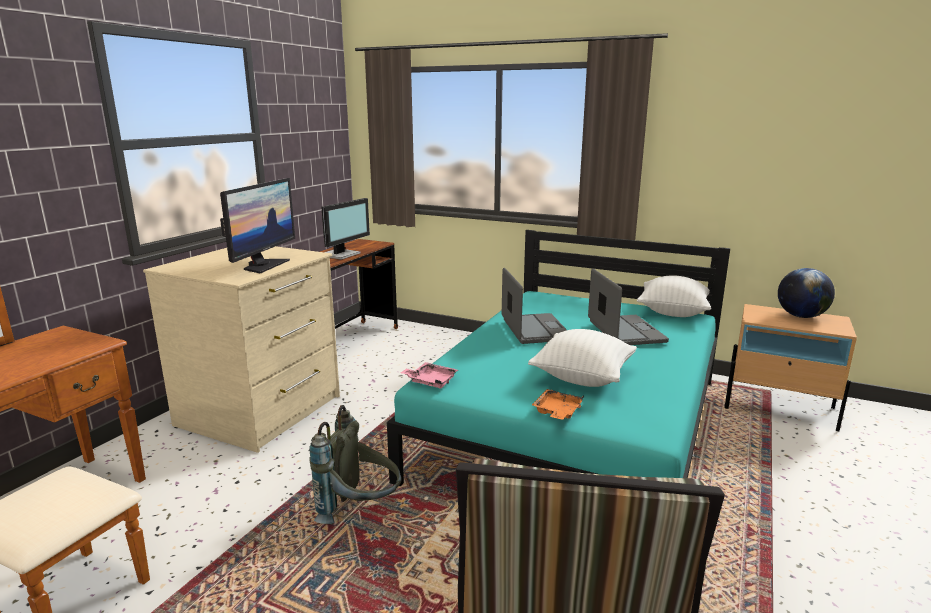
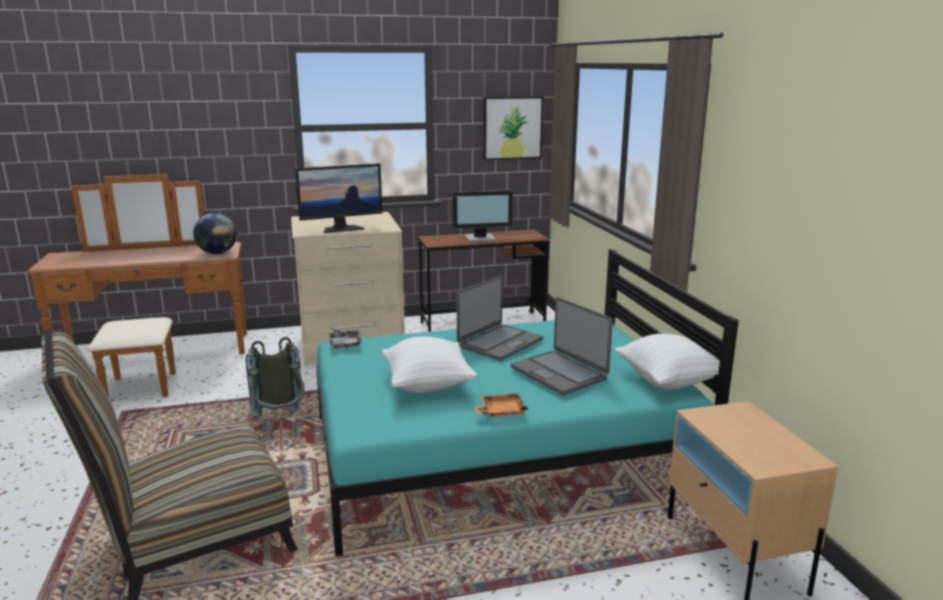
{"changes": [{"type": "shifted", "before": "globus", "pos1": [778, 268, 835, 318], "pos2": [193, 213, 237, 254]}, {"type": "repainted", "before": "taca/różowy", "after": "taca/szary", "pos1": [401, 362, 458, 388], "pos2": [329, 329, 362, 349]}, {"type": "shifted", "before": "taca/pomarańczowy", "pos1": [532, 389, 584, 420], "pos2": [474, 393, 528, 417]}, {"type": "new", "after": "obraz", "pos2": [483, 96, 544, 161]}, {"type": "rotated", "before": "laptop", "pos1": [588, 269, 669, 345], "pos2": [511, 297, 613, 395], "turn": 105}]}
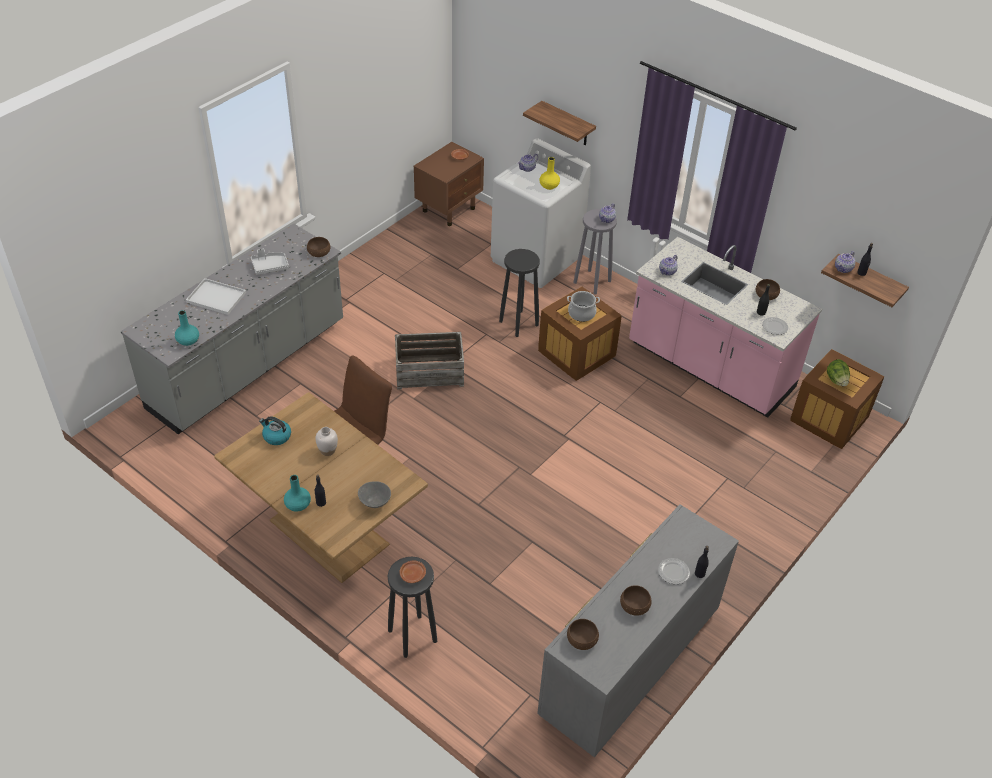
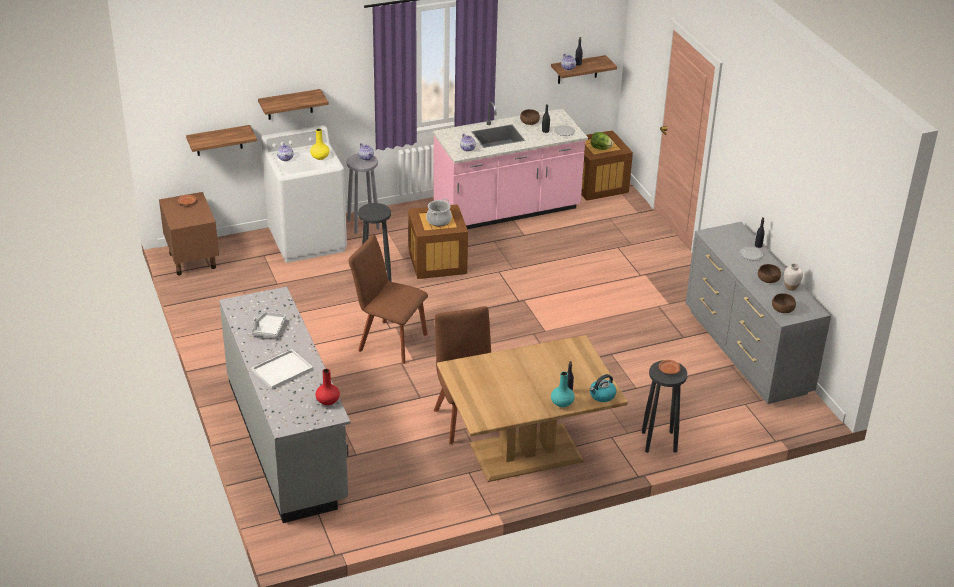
{"changes": [{"type": "new", "after": "półka", "pos2": [186, 125, 257, 156]}, {"type": "repainted", "before": "wazon/turkusowy", "after": "wazon/czerwony", "pos1": [175, 310, 199, 346], "pos2": [315, 369, 340, 405]}, {"type": "swapped", "before": "skrzynka", "after": "krzesło/brązowy", "pos1": [395, 332, 464, 389], "pos2": [348, 235, 428, 364]}, {"type": "shifted", "before": "czajnik", "pos1": [259, 417, 291, 445], "pos2": [590, 374, 616, 402]}, {"type": "shifted", "before": "wazon/biały", "pos1": [315, 427, 338, 456], "pos2": [784, 263, 803, 291]}, {"type": "gone", "before": "miska/brązowy", "pos1": [307, 237, 330, 257]}, {"type": "gone", "before": "miska/szary", "pos1": [358, 481, 391, 508]}]}
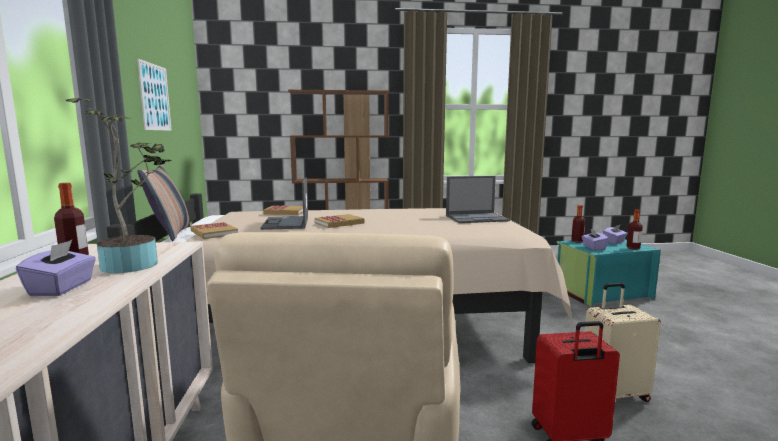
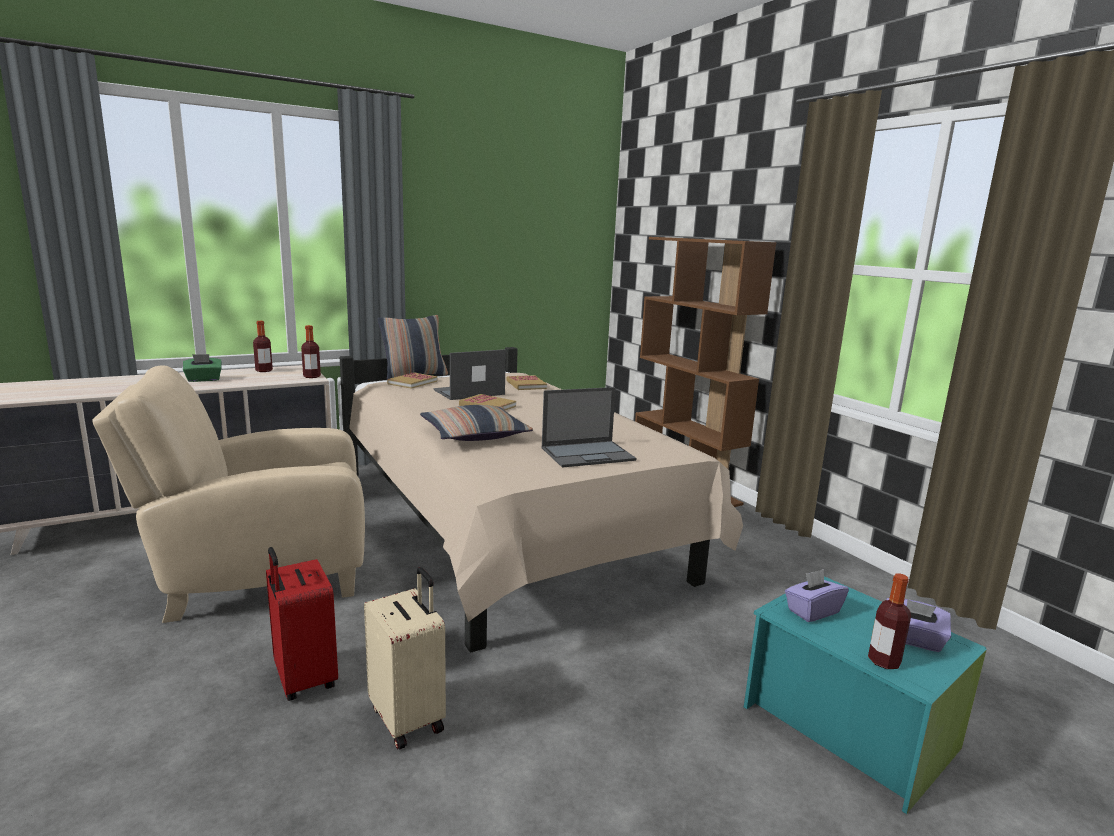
{"changes": [{"type": "repainted", "before": "pudełko chusteczek/fioletowy", "after": "pudełko chusteczek/zielony", "pos1": [16, 240, 96, 296], "pos2": [183, 354, 222, 382]}, {"type": "shifted", "before": "butelka", "pos1": [571, 205, 585, 243], "pos2": [301, 325, 321, 378]}, {"type": "new", "after": "poduszka", "pos2": [420, 405, 533, 441]}, {"type": "rotated", "before": "laptop", "pos1": [446, 176, 510, 223], "pos2": [542, 387, 636, 468], "turn": -75}, {"type": "gone", "before": "roślina doniczkowa", "pos1": [65, 97, 172, 273]}, {"type": "gone", "before": "obraz", "pos1": [137, 59, 172, 131]}]}
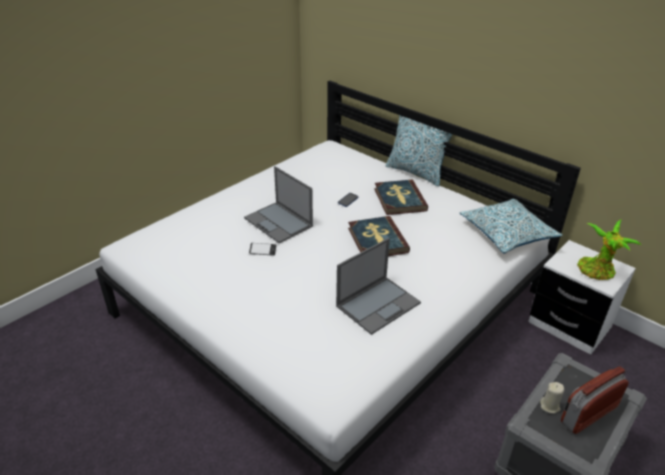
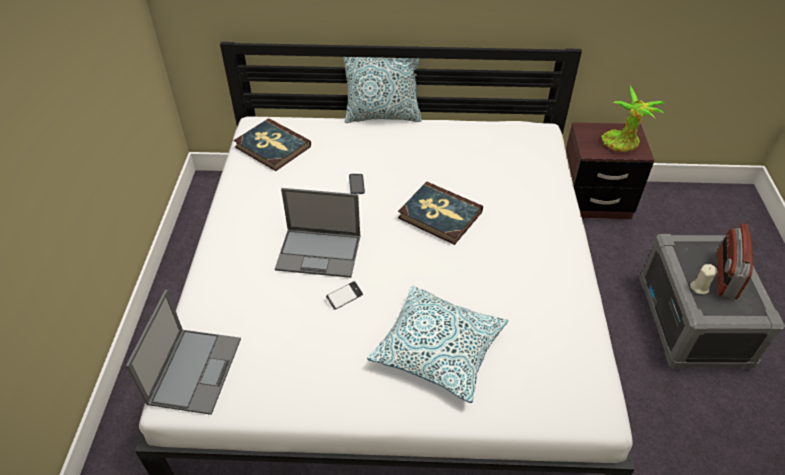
{"changes": [{"type": "shifted", "before": "laptop", "pos1": [336, 238, 421, 335], "pos2": [126, 290, 241, 415]}, {"type": "shifted", "before": "książka", "pos1": [374, 180, 428, 215], "pos2": [234, 118, 311, 171]}, {"type": "shifted", "before": "poduszka", "pos1": [460, 199, 563, 254], "pos2": [367, 286, 508, 403]}, {"type": "repainted", "before": "szafka nocna/biały", "after": "szafka nocna/brązowy", "pos1": [528, 240, 636, 355], "pos2": [566, 123, 654, 219]}]}
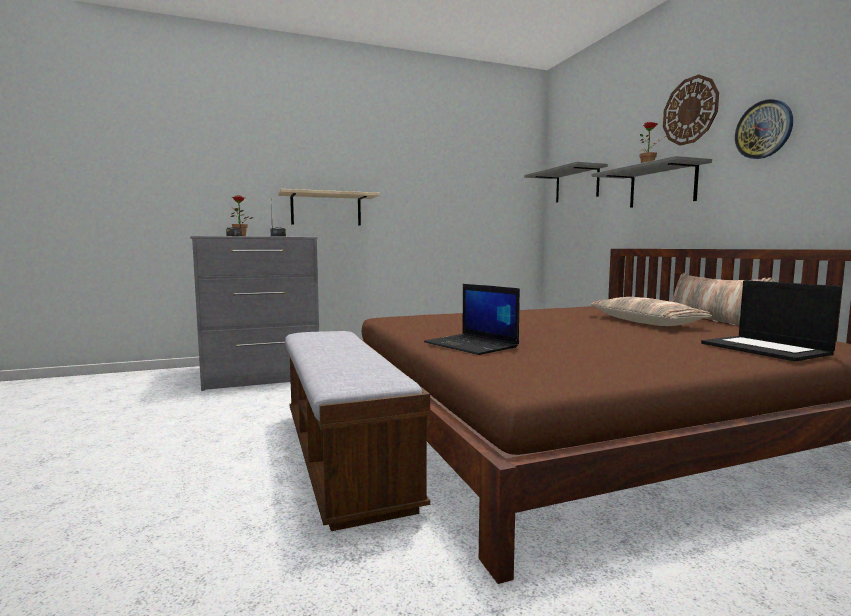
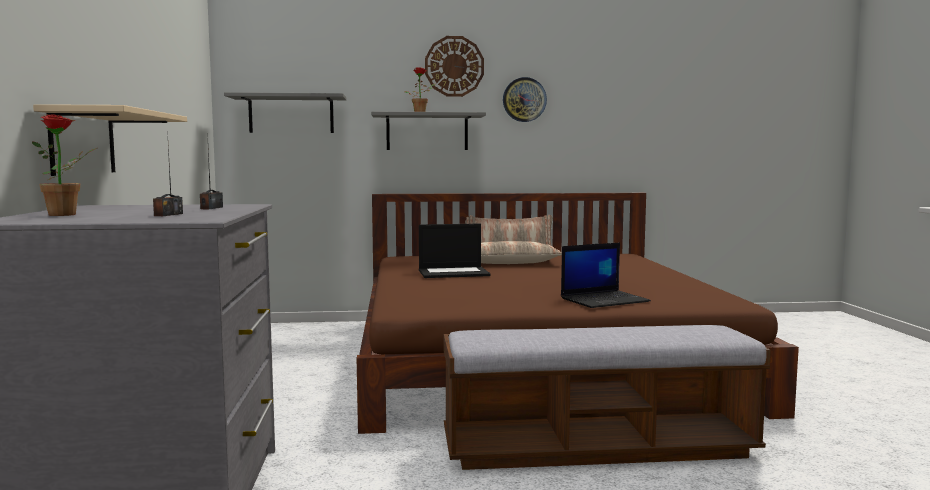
{"changes": [{"type": "shifted", "before": "laptop", "pos1": [701, 280, 841, 361], "pos2": [419, 224, 491, 278]}]}
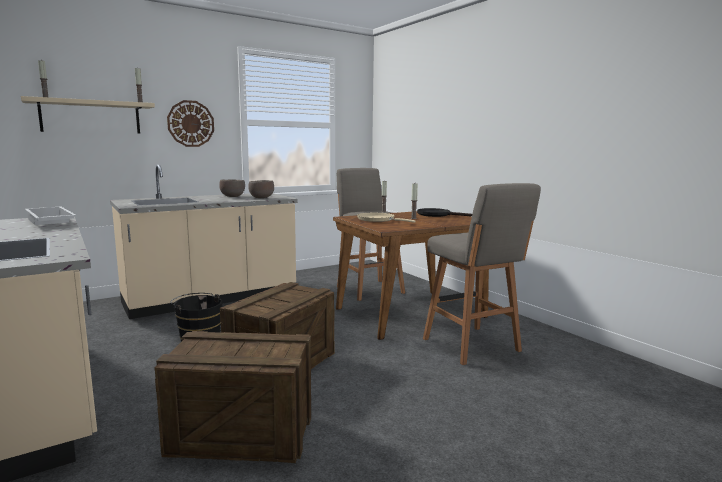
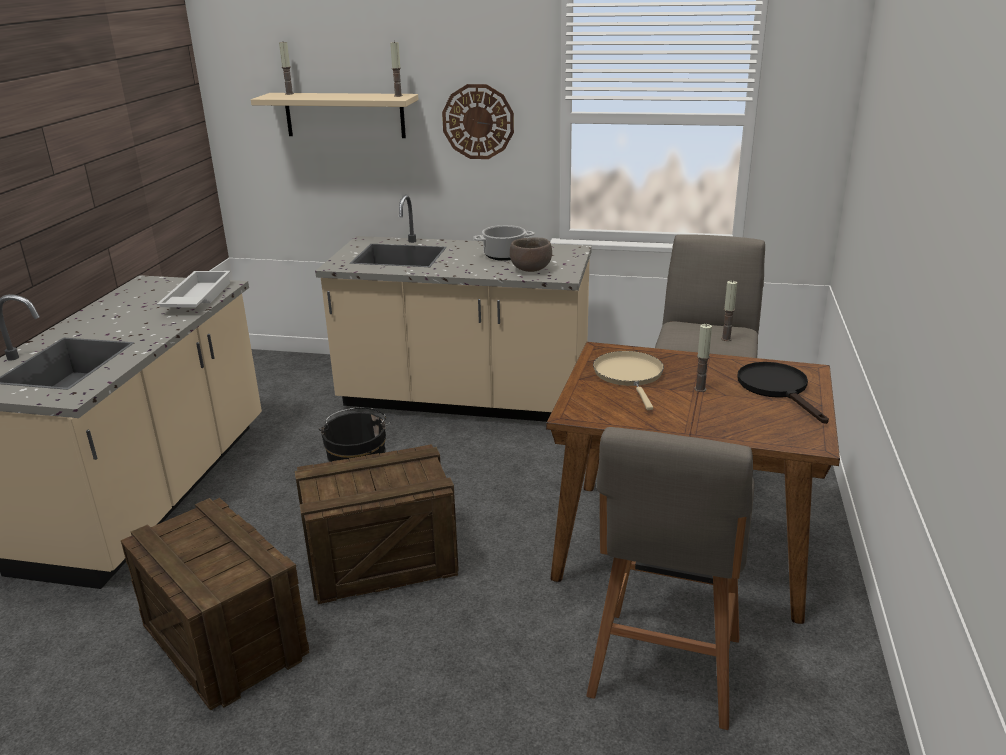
{"changes": [{"type": "swapped", "before": "miska/brązowy", "after": "garnek", "pos1": [219, 179, 245, 197], "pos2": [473, 225, 534, 261]}]}
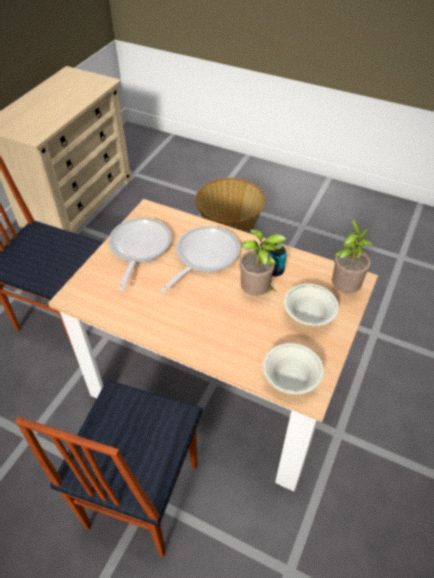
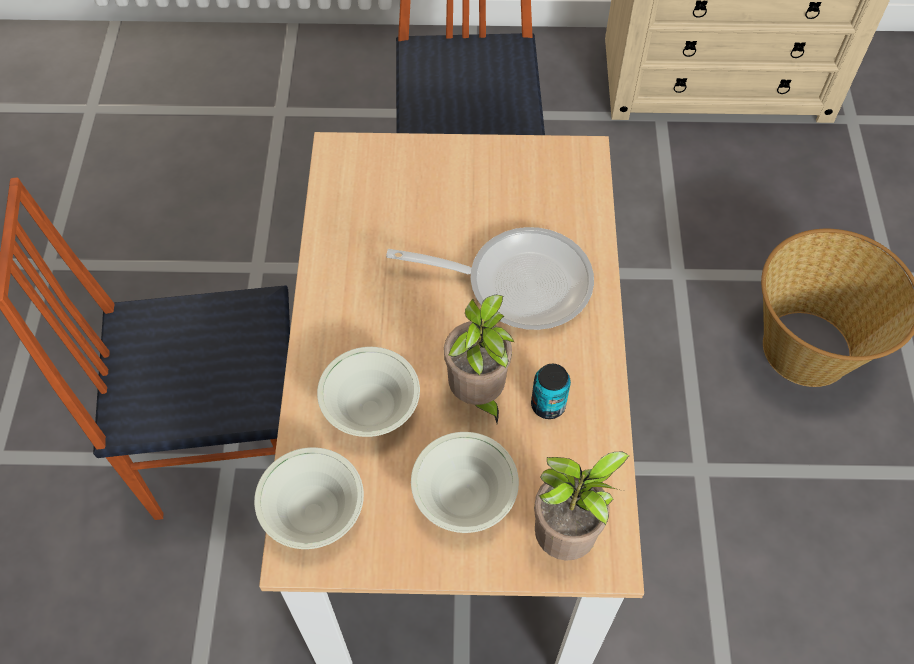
{"changes": [{"type": "new", "after": "miska/biały", "pos2": [317, 347, 420, 437]}, {"type": "gone", "before": "patelnia", "pos1": [109, 218, 172, 291]}]}
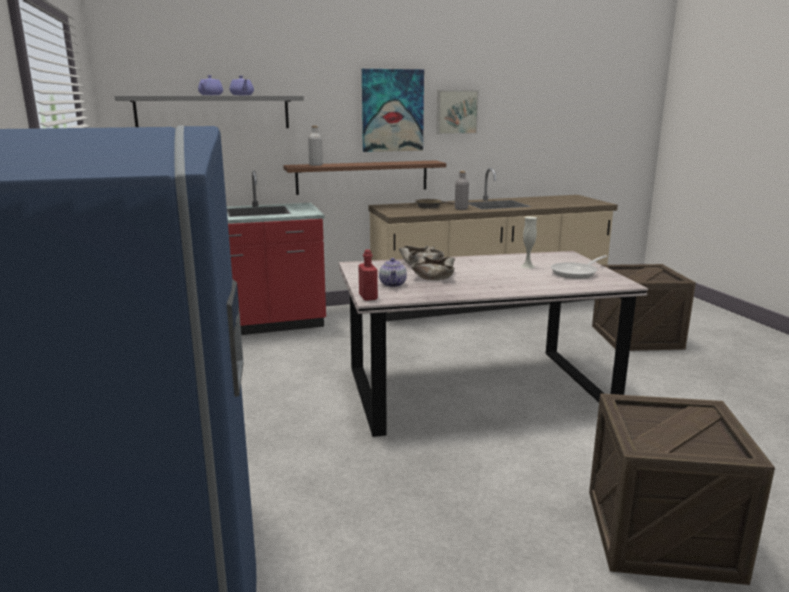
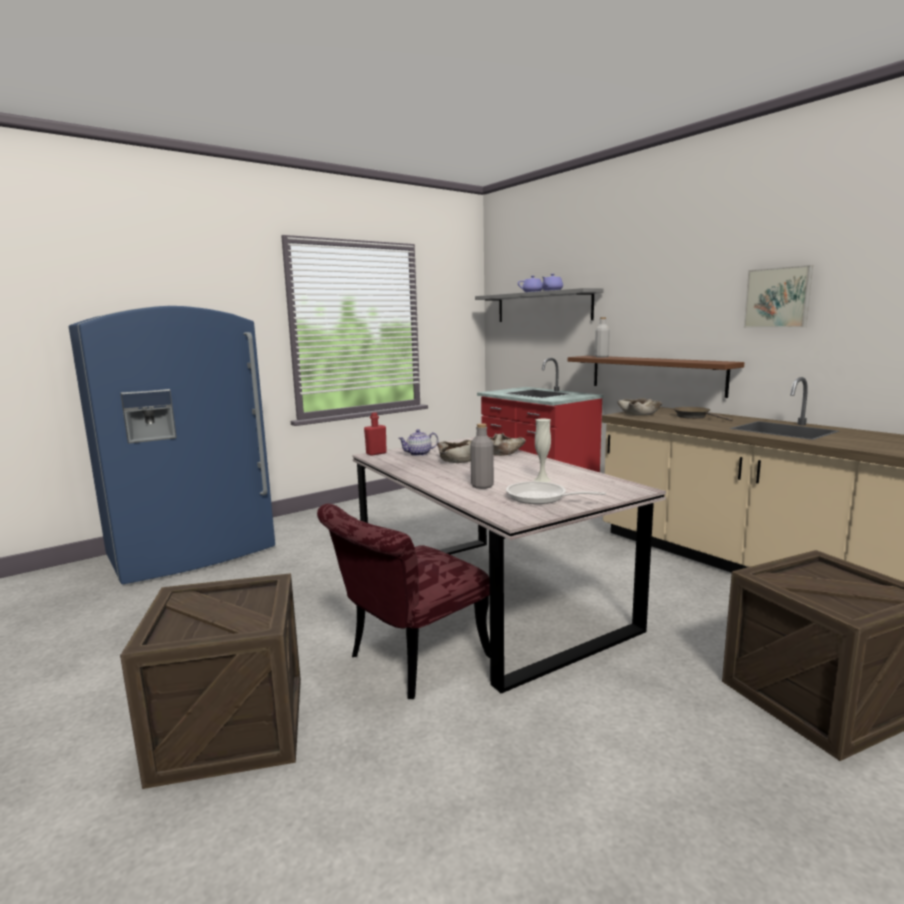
{"changes": [{"type": "new", "after": "krzesło/czerwony", "pos2": [317, 504, 490, 699]}, {"type": "shifted", "before": "butelka/szary", "pos1": [455, 171, 469, 210], "pos2": [470, 423, 494, 489]}, {"type": "new", "after": "miska/beżowy", "pos2": [617, 398, 662, 416]}, {"type": "gone", "before": "obraz", "pos1": [362, 69, 424, 152]}]}
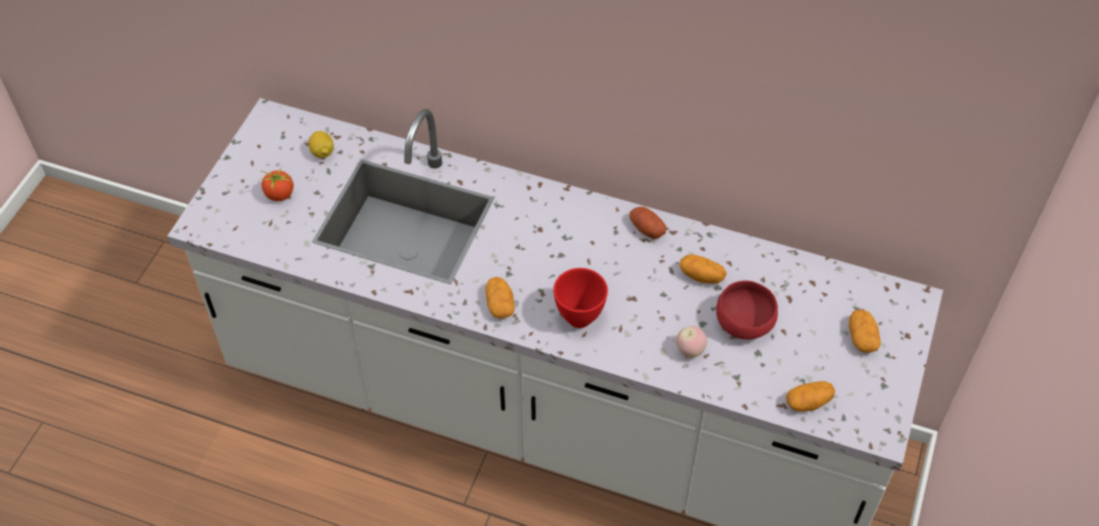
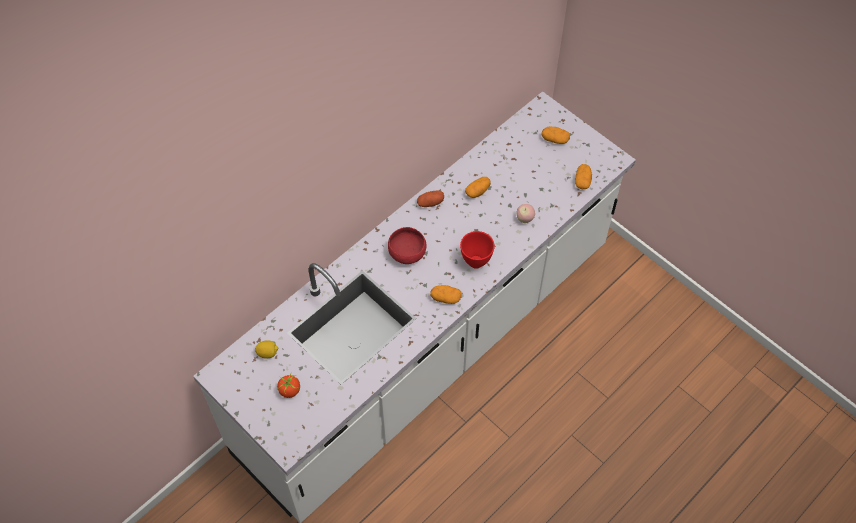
{"changes": [{"type": "shifted", "before": "miska/czerwony", "pos1": [716, 281, 778, 340], "pos2": [388, 227, 426, 264]}]}
